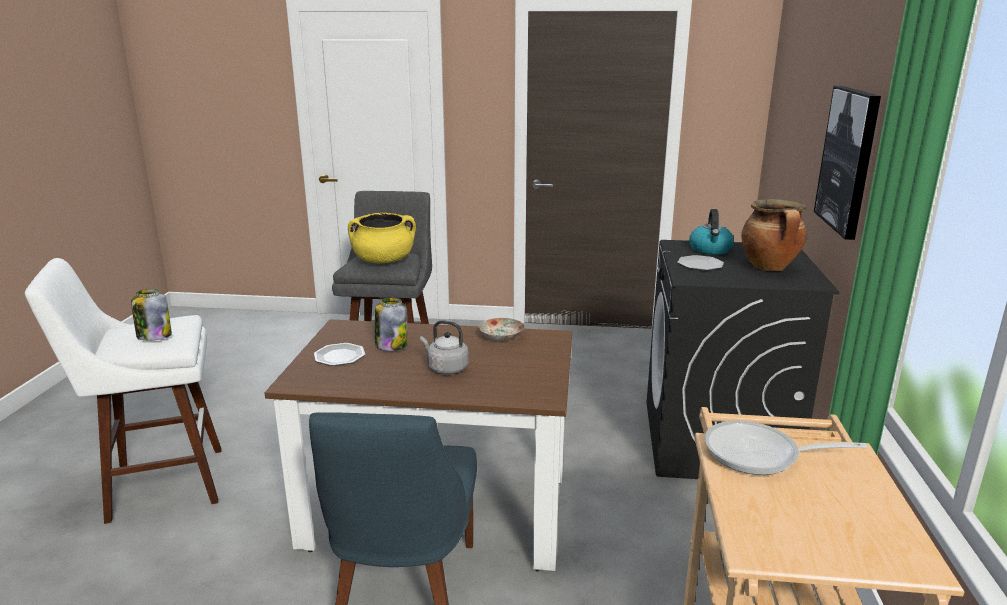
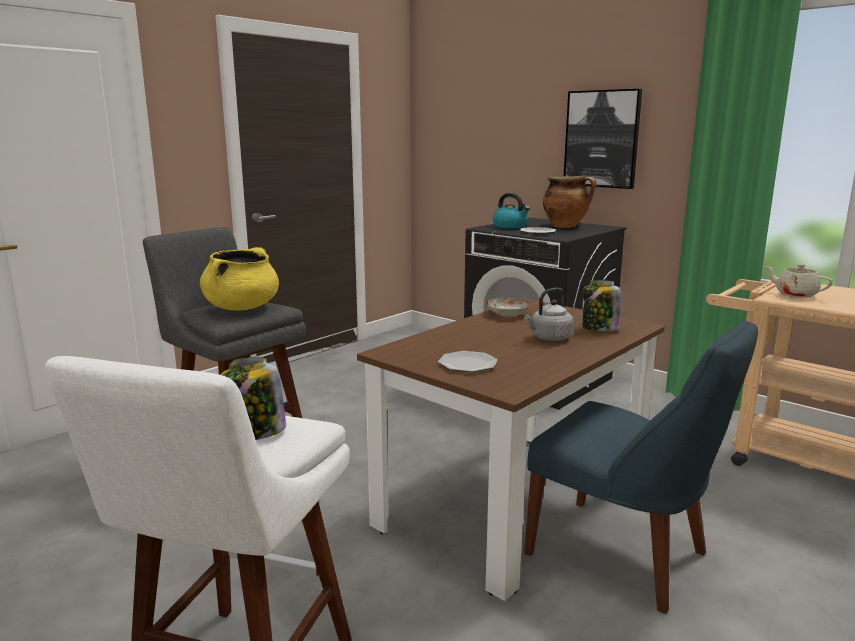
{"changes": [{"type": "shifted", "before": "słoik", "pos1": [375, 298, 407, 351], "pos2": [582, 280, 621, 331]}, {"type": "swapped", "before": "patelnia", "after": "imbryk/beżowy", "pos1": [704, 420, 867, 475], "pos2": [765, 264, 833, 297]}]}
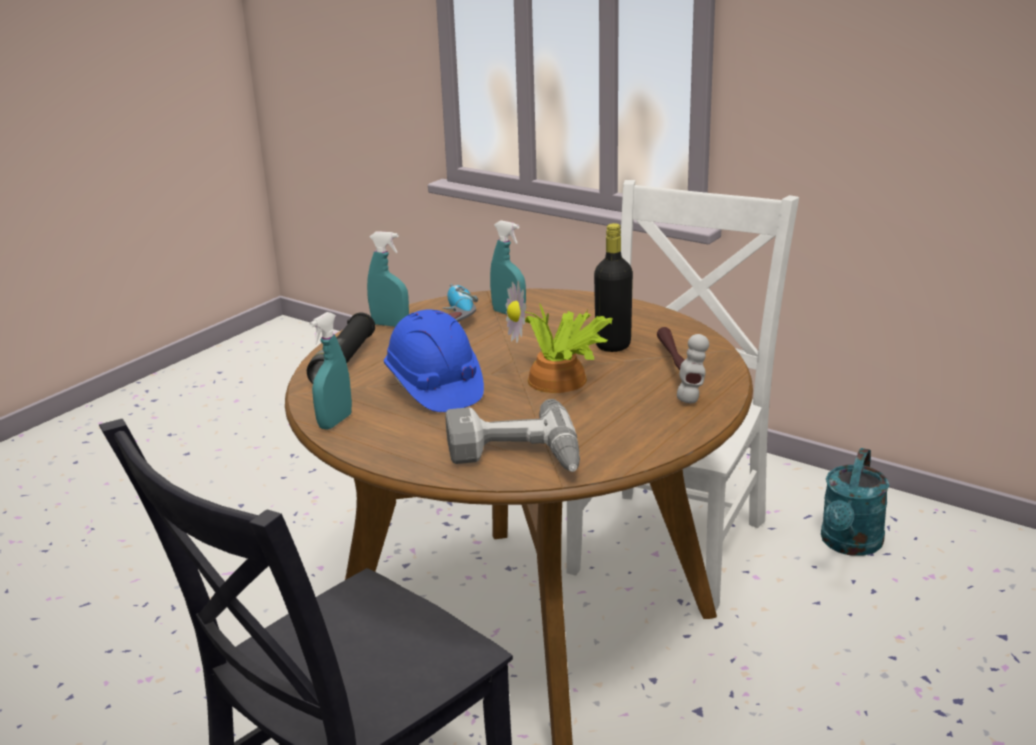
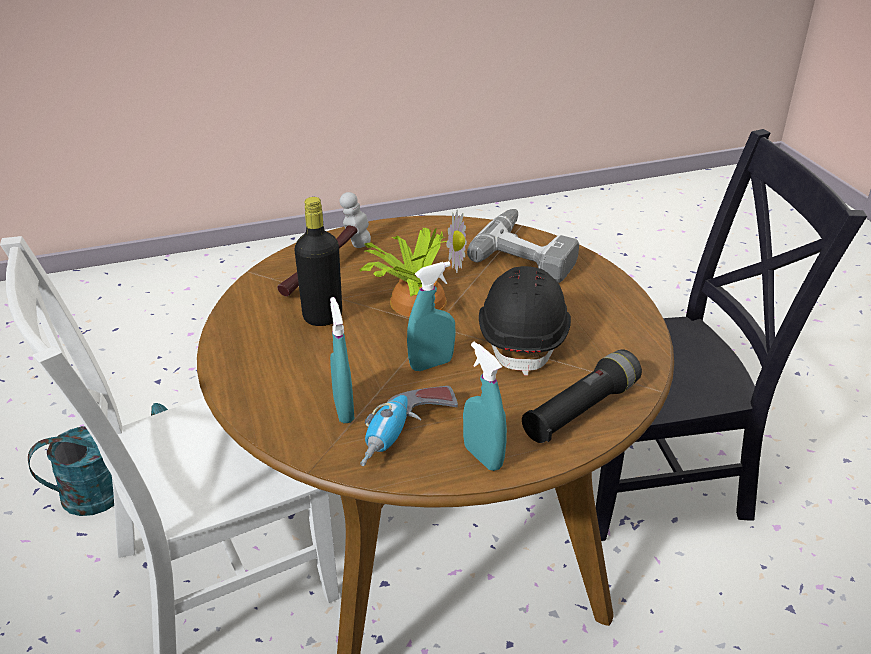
{"changes": [{"type": "shifted", "before": "spryskiwacz/turkusowy", "pos1": [309, 312, 352, 430], "pos2": [407, 261, 456, 371]}, {"type": "repainted", "before": "kask/niebieski", "after": "kask/czarny", "pos1": [384, 309, 484, 412], "pos2": [479, 266, 571, 375]}]}
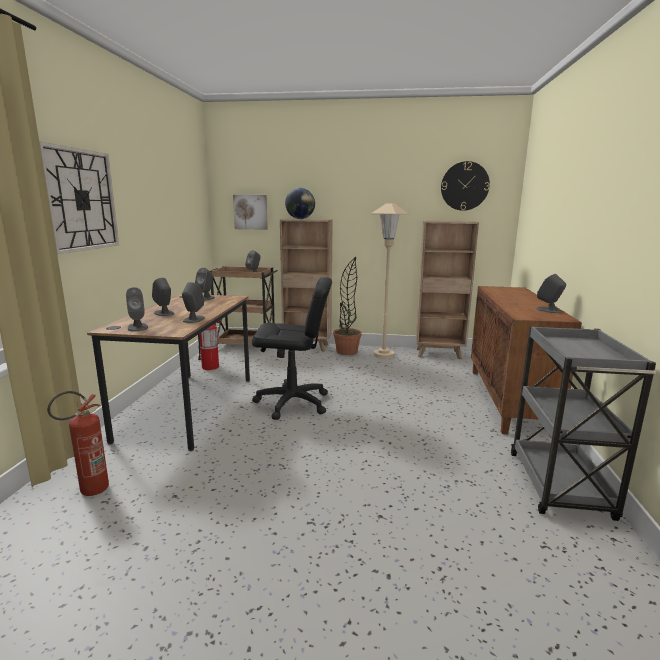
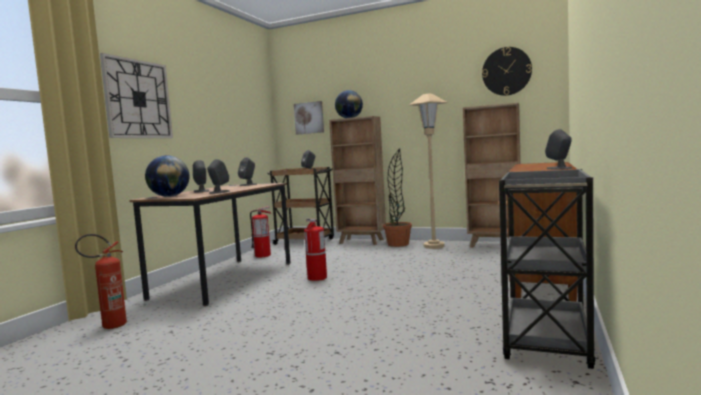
{"changes": [{"type": "swapped", "before": "głośnik/szary", "after": "globus", "pos1": [126, 287, 148, 331], "pos2": [145, 155, 190, 197]}, {"type": "swapped", "before": "krzesło biurowe/czarny", "after": "gaśnica", "pos1": [252, 277, 332, 420], "pos2": [304, 219, 327, 281]}]}
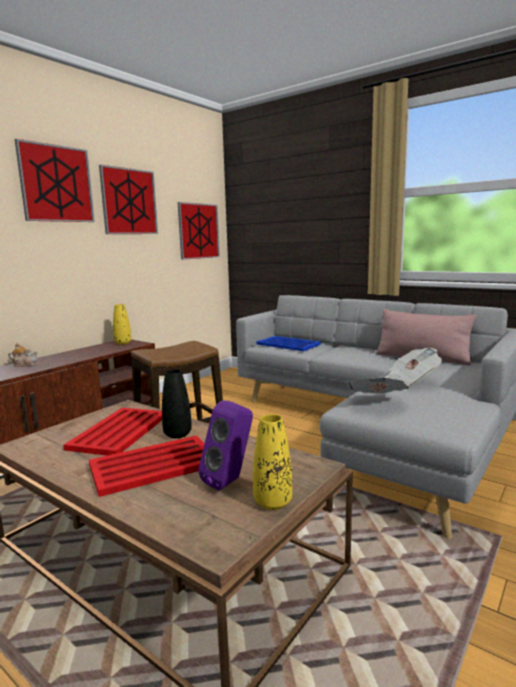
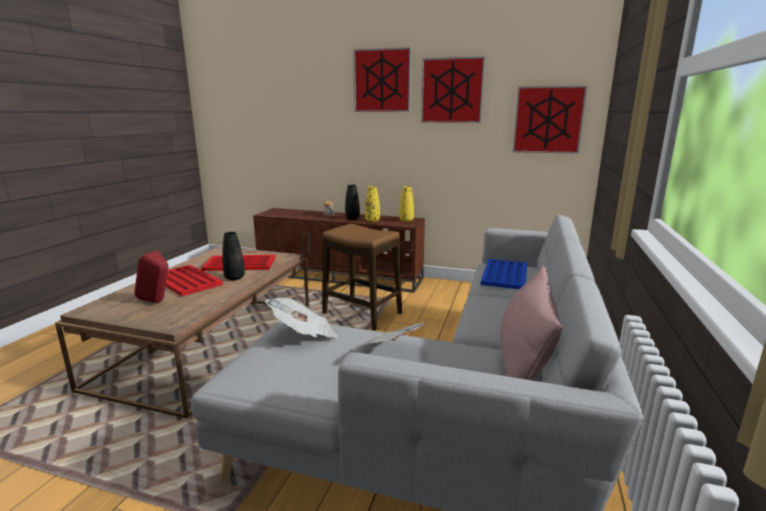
{"changes": [{"type": "repainted", "before": "głośnik/fioletowy", "after": "głośnik/czerwony", "pos1": [198, 400, 253, 491], "pos2": [134, 251, 169, 303]}, {"type": "new", "after": "wazon/czarny", "pos2": [345, 185, 360, 220]}, {"type": "shifted", "before": "wazon/żółty", "pos1": [253, 414, 292, 510], "pos2": [365, 186, 380, 222]}]}
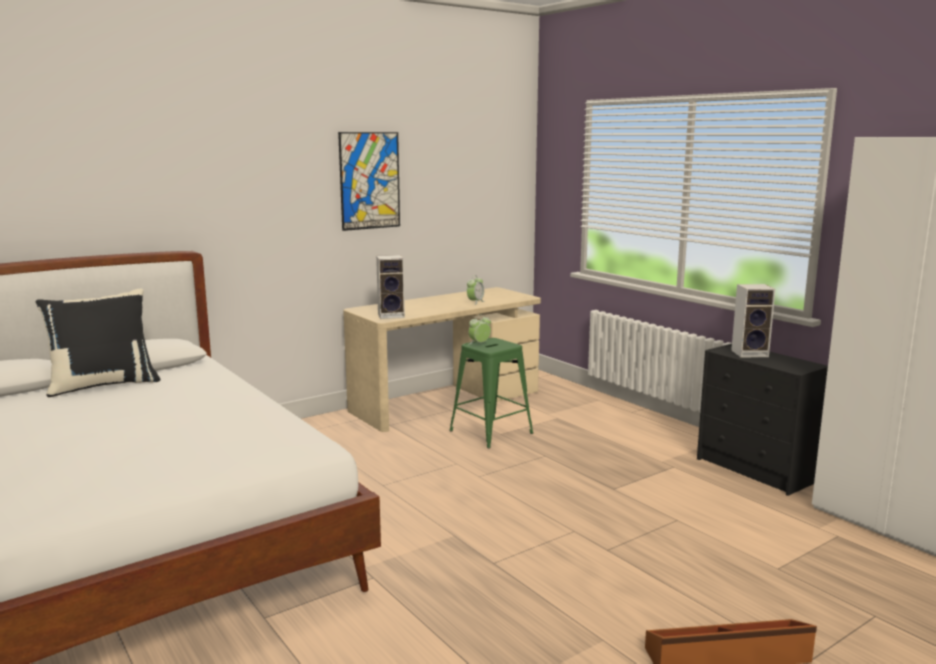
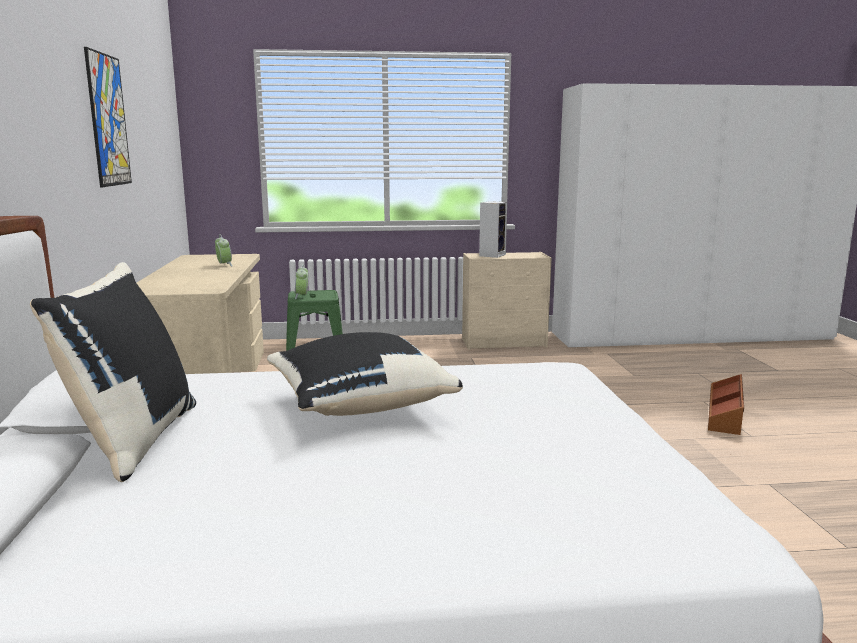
{"changes": [{"type": "new", "after": "poduszka/czarny", "pos2": [267, 332, 463, 416]}, {"type": "repainted", "before": "komoda/czarny", "after": "komoda/beżowy", "pos1": [697, 344, 828, 496], "pos2": [462, 252, 552, 350]}, {"type": "gone", "before": "głośnik", "pos1": [376, 255, 405, 319]}]}
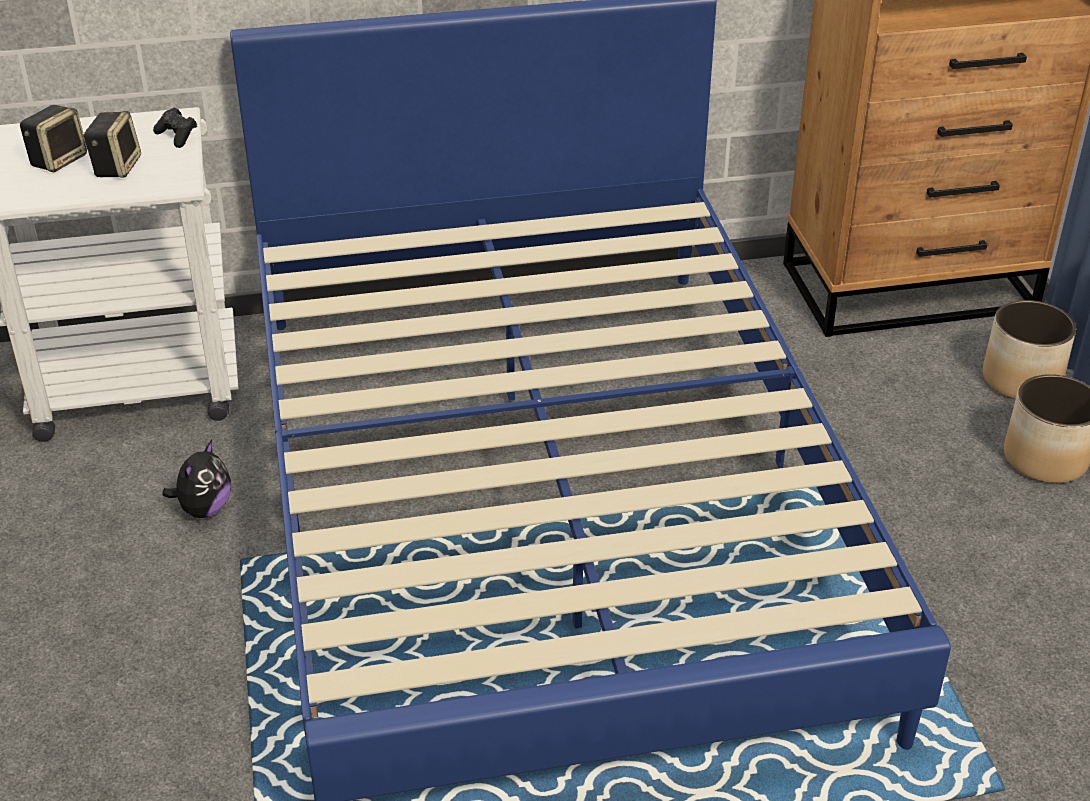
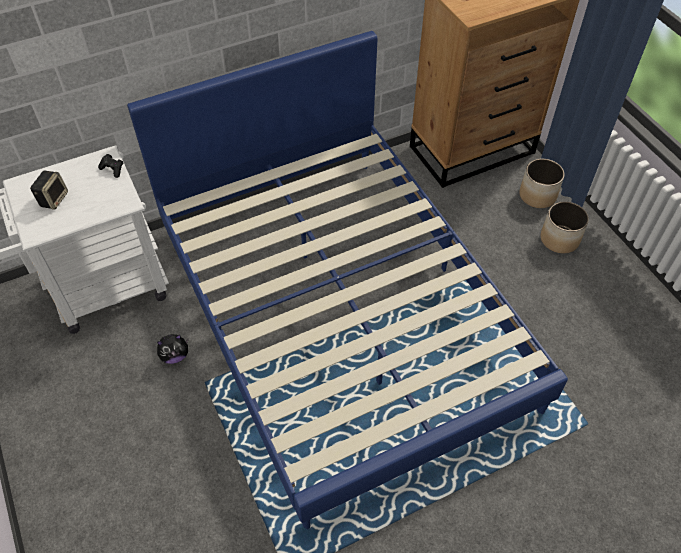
{"changes": [{"type": "rotated", "before": "pluszak", "pos1": [162, 440, 231, 518], "pos2": [157, 334, 188, 364], "turn": 60}, {"type": "gone", "before": "głośnik", "pos1": [83, 111, 141, 178]}]}
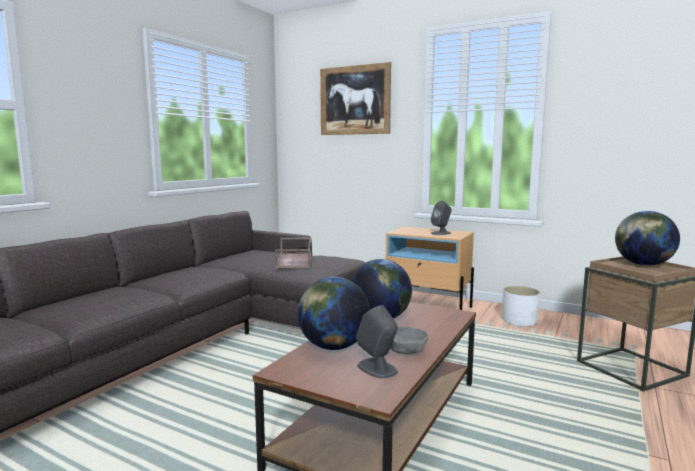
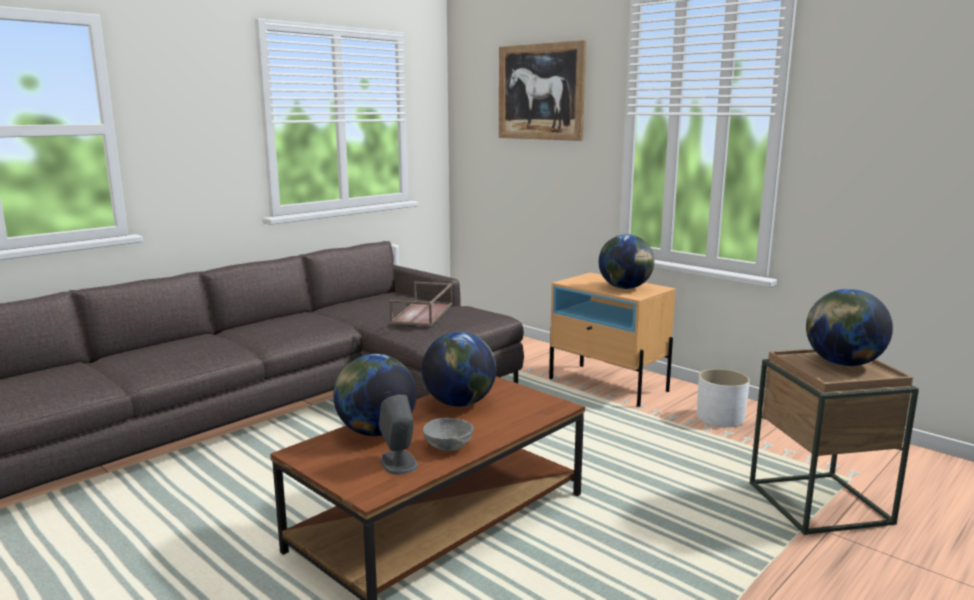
{"changes": [{"type": "swapped", "before": "głośnik/szary", "after": "globus", "pos1": [431, 201, 451, 235], "pos2": [599, 234, 654, 289]}]}
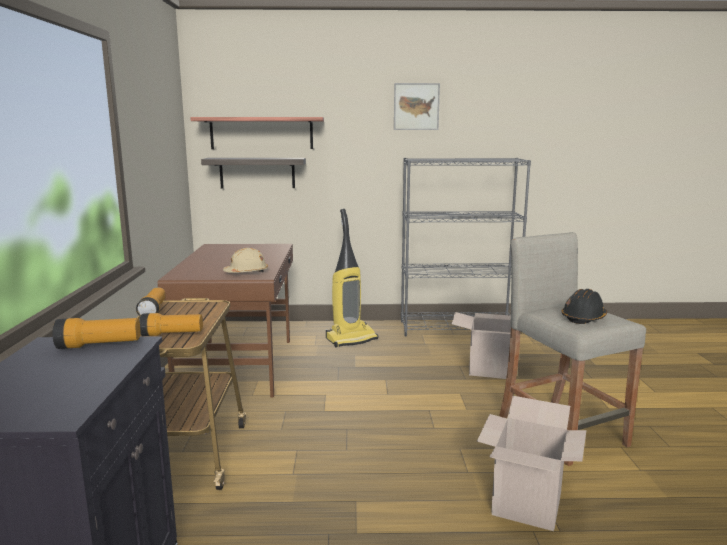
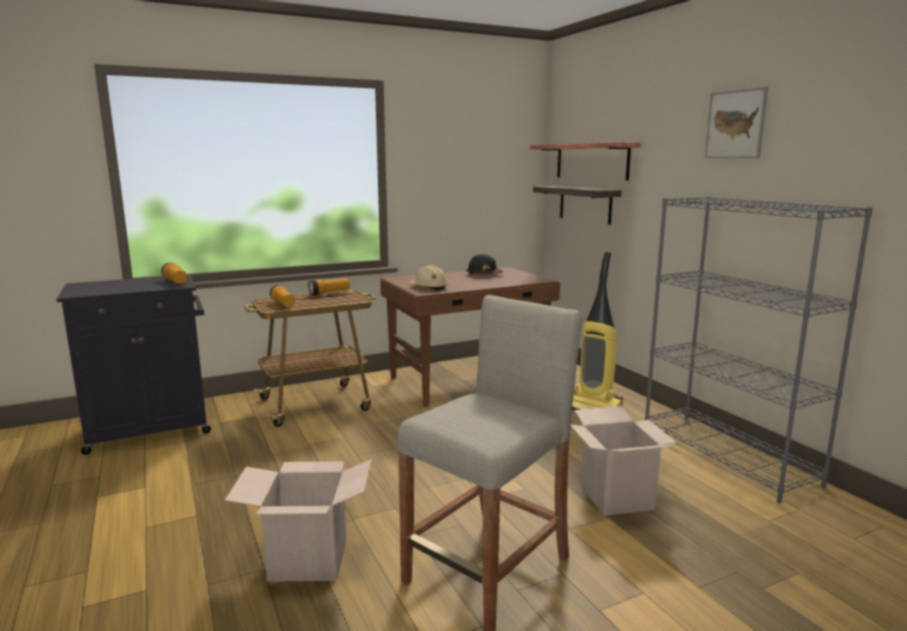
{"changes": [{"type": "shifted", "before": "kask/czarny", "pos1": [561, 289, 607, 324], "pos2": [466, 254, 503, 275]}]}
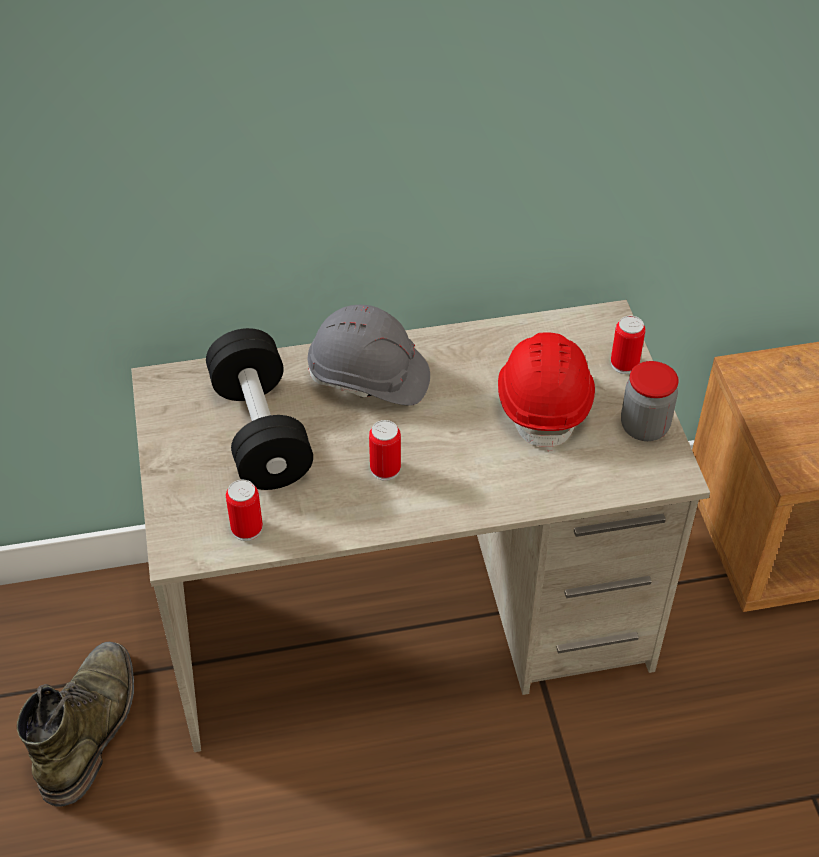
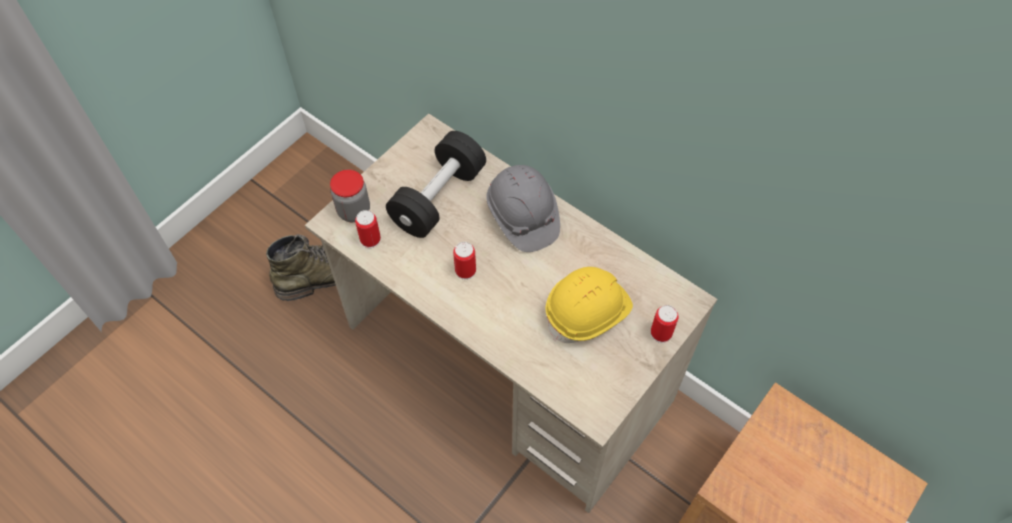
{"changes": [{"type": "shifted", "before": "słoik", "pos1": [621, 361, 679, 441], "pos2": [330, 170, 370, 222]}, {"type": "repainted", "before": "kask/czerwony", "after": "kask/żółty", "pos1": [498, 332, 595, 451], "pos2": [545, 267, 633, 343]}]}
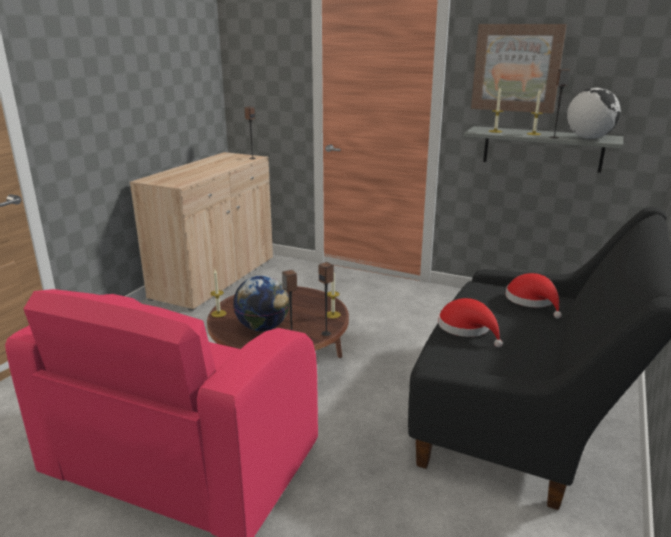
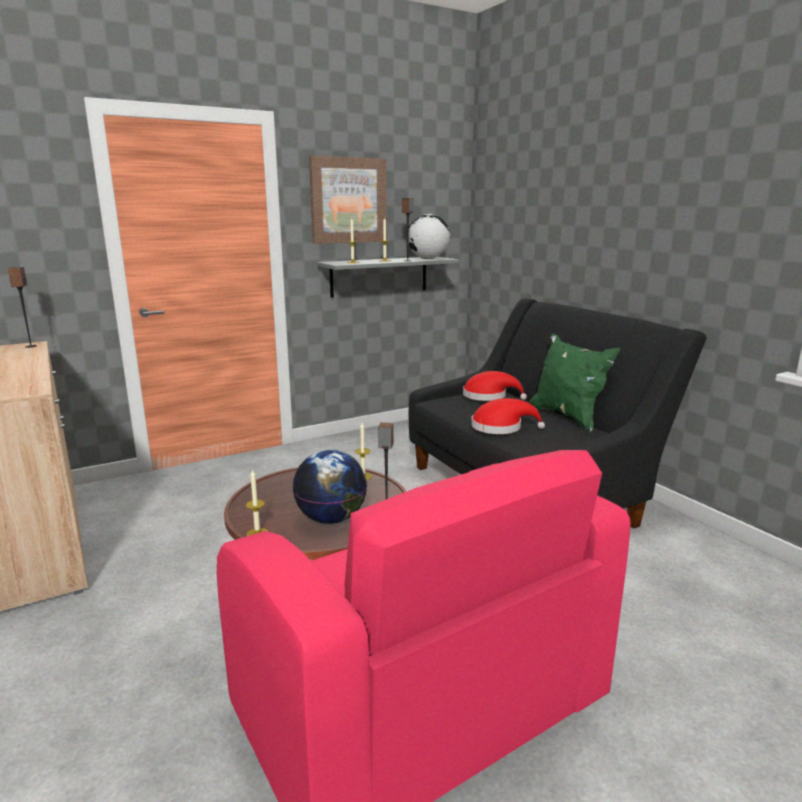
{"changes": [{"type": "new", "after": "poduszka/zielony", "pos2": [529, 333, 620, 432]}, {"type": "gone", "before": "głośnik", "pos1": [319, 262, 334, 336]}]}
